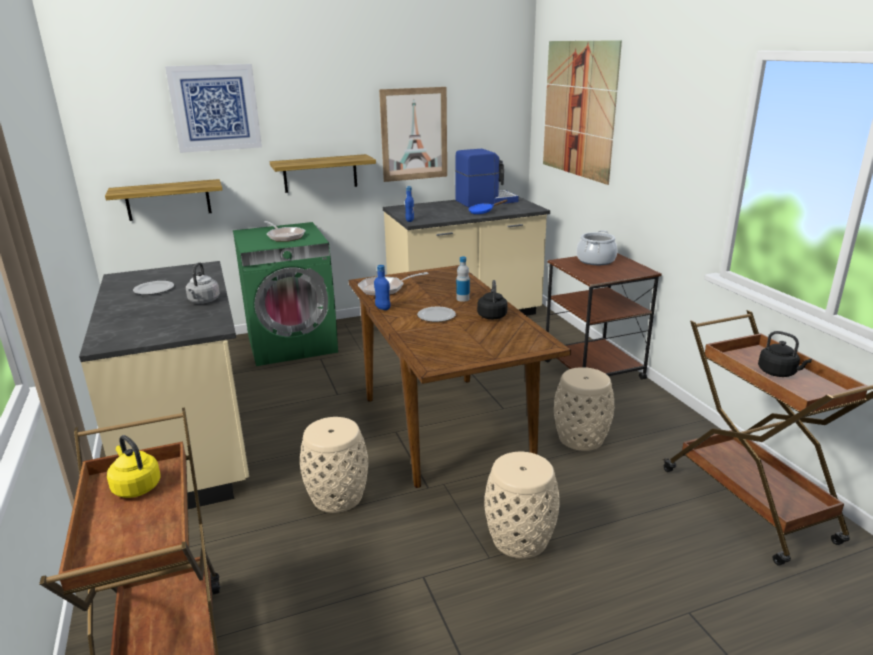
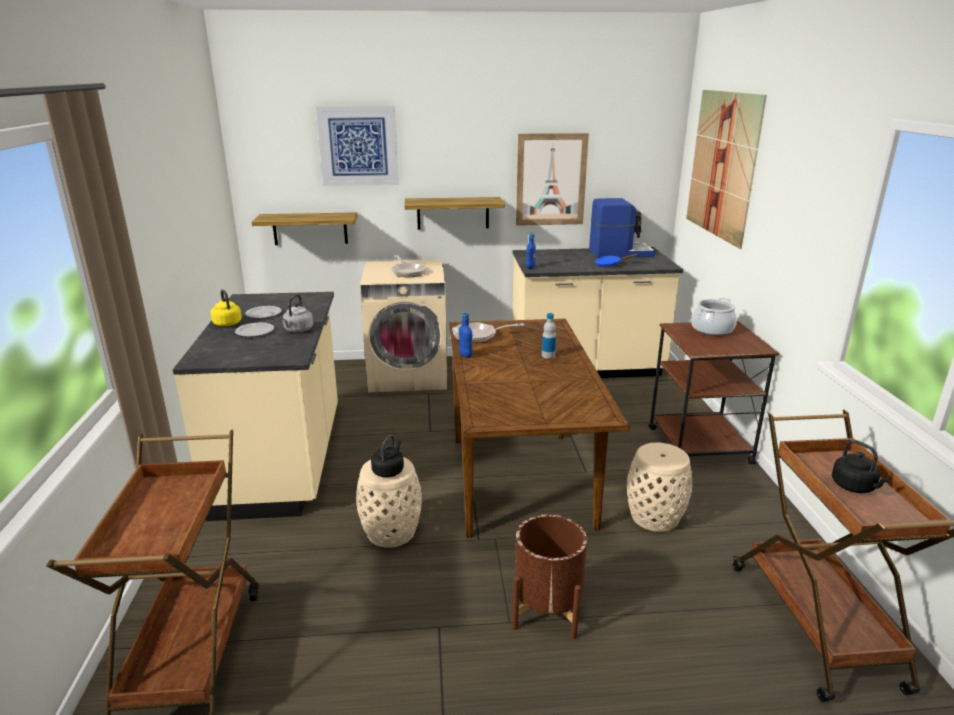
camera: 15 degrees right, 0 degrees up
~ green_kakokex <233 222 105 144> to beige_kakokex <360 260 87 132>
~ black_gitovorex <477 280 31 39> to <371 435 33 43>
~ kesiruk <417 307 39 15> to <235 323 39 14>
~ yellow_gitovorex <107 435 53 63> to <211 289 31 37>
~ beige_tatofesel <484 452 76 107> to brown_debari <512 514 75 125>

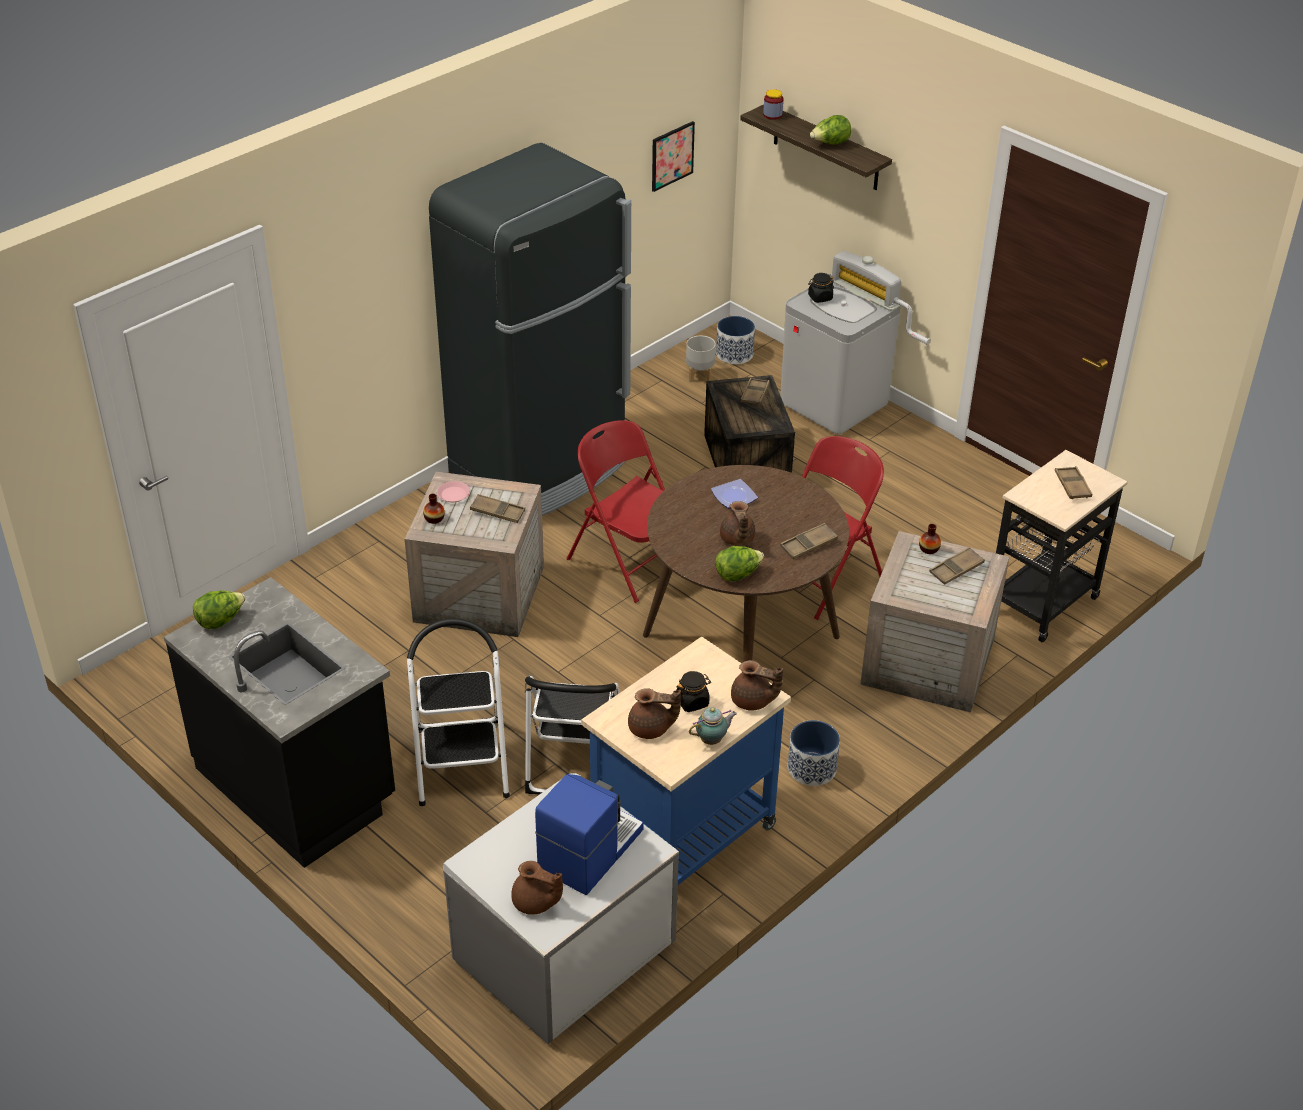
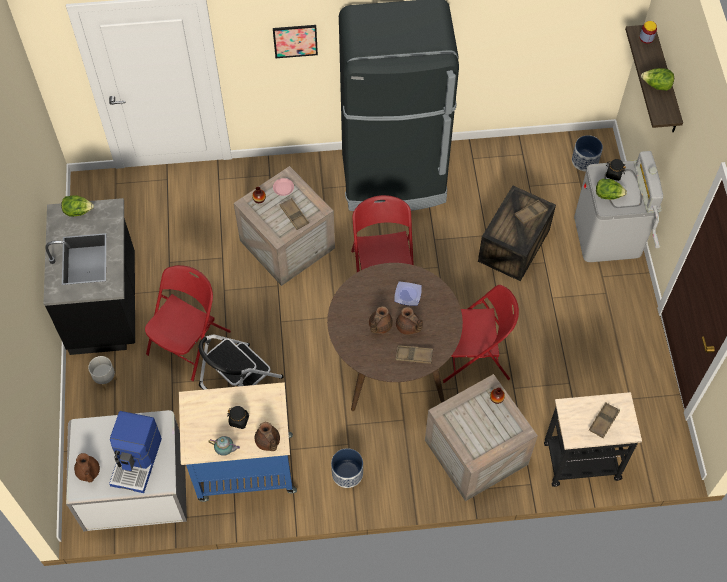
camera: 40 degrees right, 20 degrees up
~ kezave <652 121 43 71> to <273 25 45 33>
~ grey_debari <686 336 30 47> to <88 356 29 34>
~ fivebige <715 546 49 35> to <596 179 31 21>
- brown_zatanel <929 547 56 38>
~ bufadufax <407 618 103 188> to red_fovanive <145 265 86 117>
~ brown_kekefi <628 688 53 51> to <396 307 27 28>
~ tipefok <535 774 108 121> = <109 411 53 82> 120 degrees clockwise

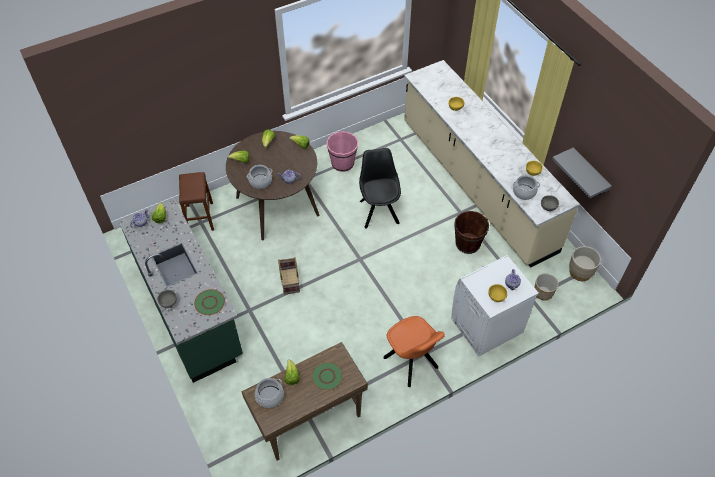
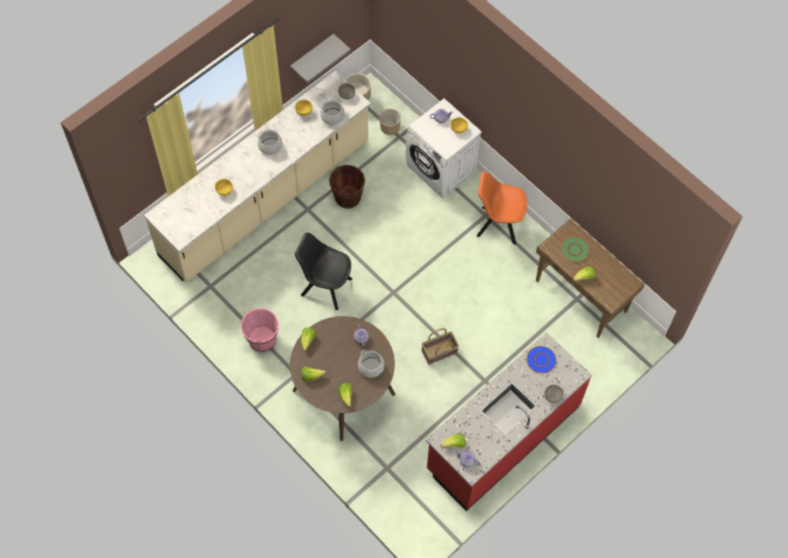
camera: 105 degrees left, 10 degrees up
~ black_fovanive <359 148 42 81> = <295 233 58 77> 45 degrees clockwise
- brown_tatofesel <179 172 35 59>
~ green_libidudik <119 199 124 184> to red_libidudik <426 332 166 179>
~ green_kesiruk <194 289 31 26> to blue_kesiruk <526 346 30 28>
~ orange_fovanive <383 316 62 71> = <476 172 51 73> 120 degrees counterclockwise
~ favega <255 378 29 30> to <257 130 25 25>

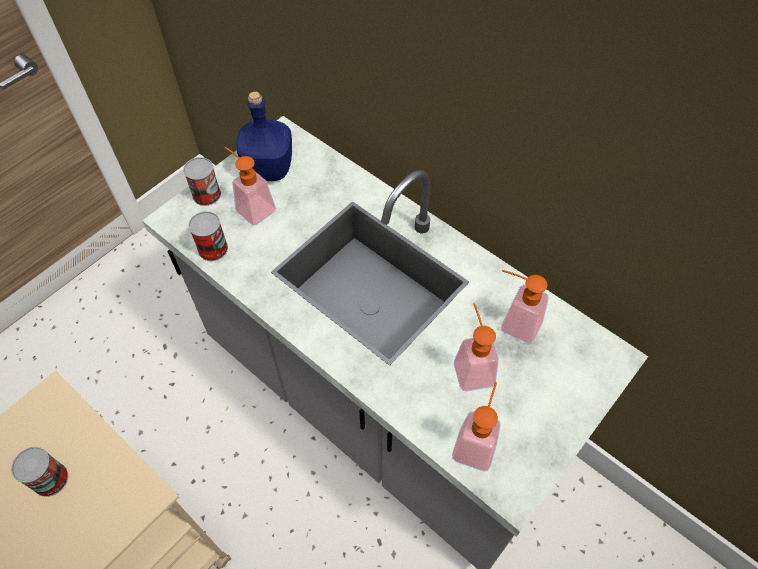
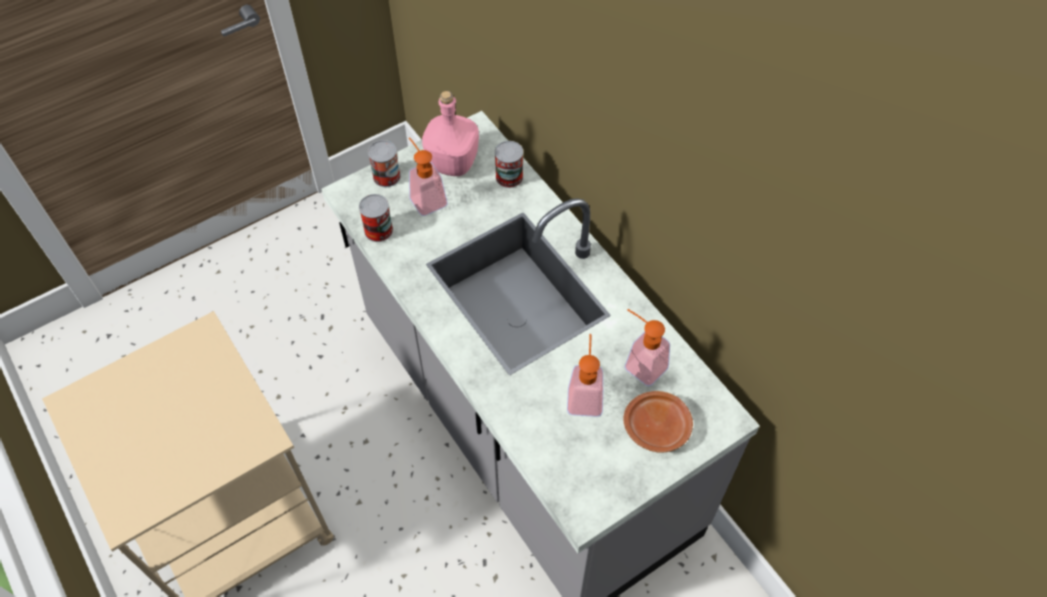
camera: 15 degrees right, 0 degrees up
~ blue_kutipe <236 91 56 90> to pink_kutipe <422 91 57 85>
- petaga <452 382 49 89>
~ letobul <11 447 57 50> to <495 141 28 47>
+ brown_kesiruk <623 391 70 62>

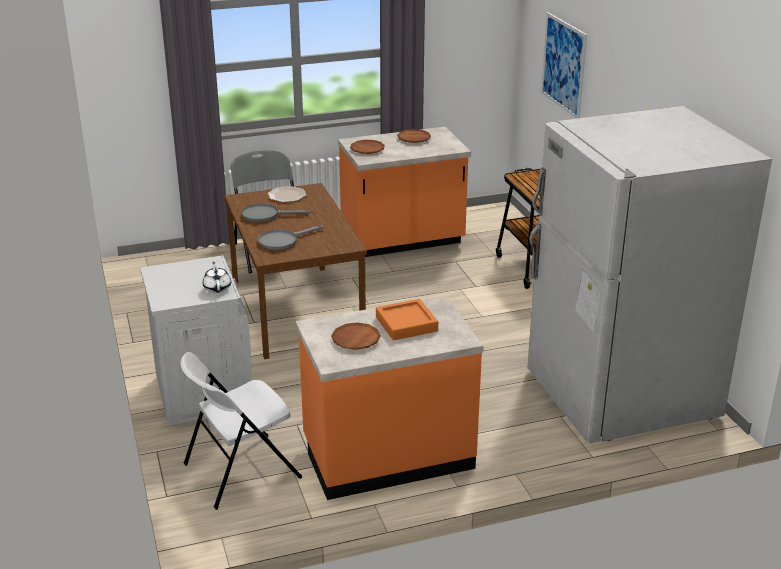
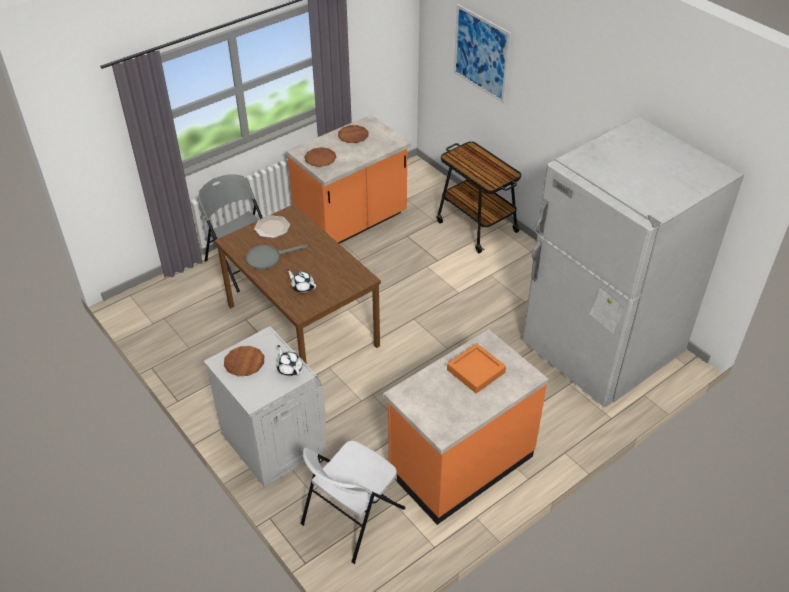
camera: 20 degrees left, 15 degrees up
~ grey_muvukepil <258 225 65 25> to white_kekefi <287 269 29 24>
~ brown_kesiruk <331 322 50 28> to <224 346 40 30>

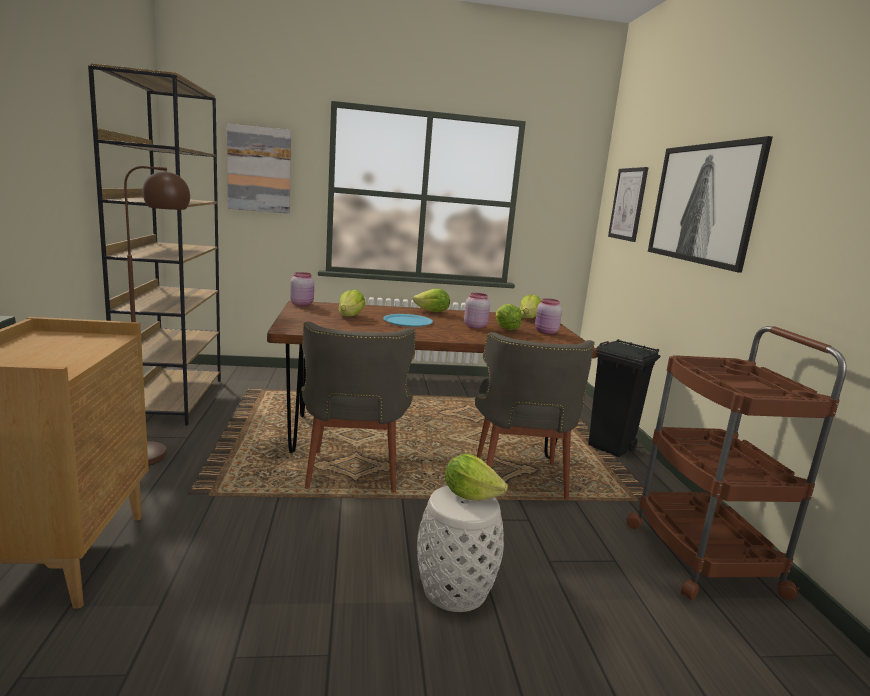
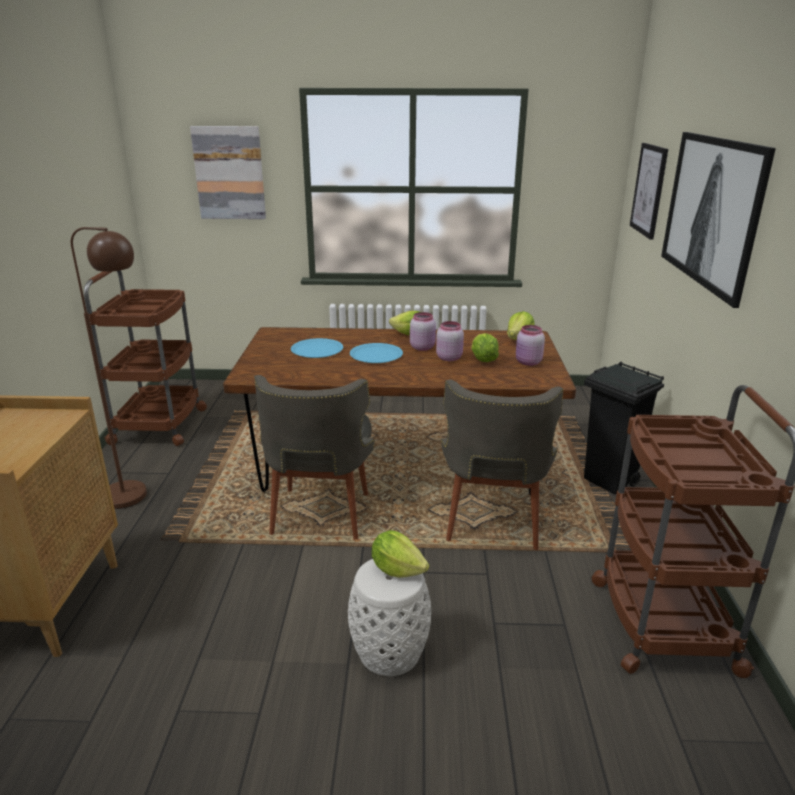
camera: 10 degrees right, 10 degrees up
~ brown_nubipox <88 63 133 363> to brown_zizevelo <84 270 123 176>
~ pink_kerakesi <290 272 24 34> to <410 312 26 39>
~ fivebige <338 289 27 27> to blue_kesiruk <291 338 52 20>

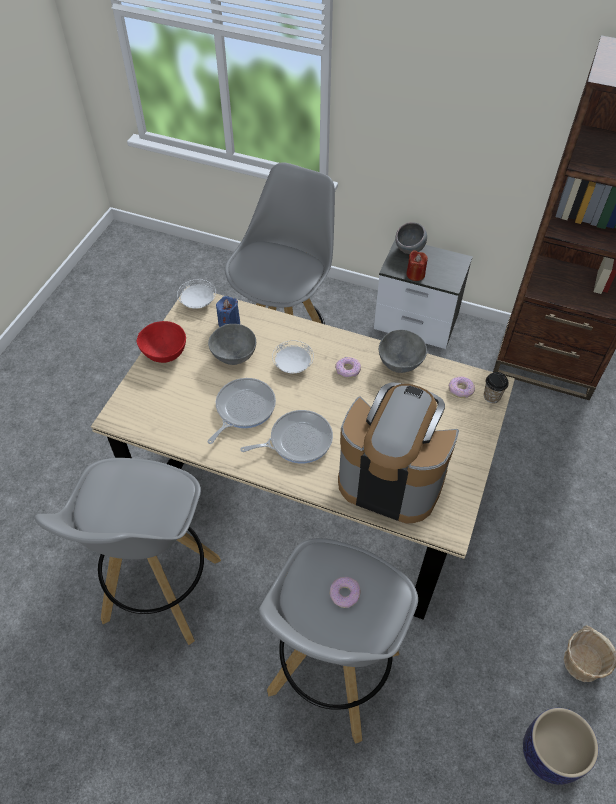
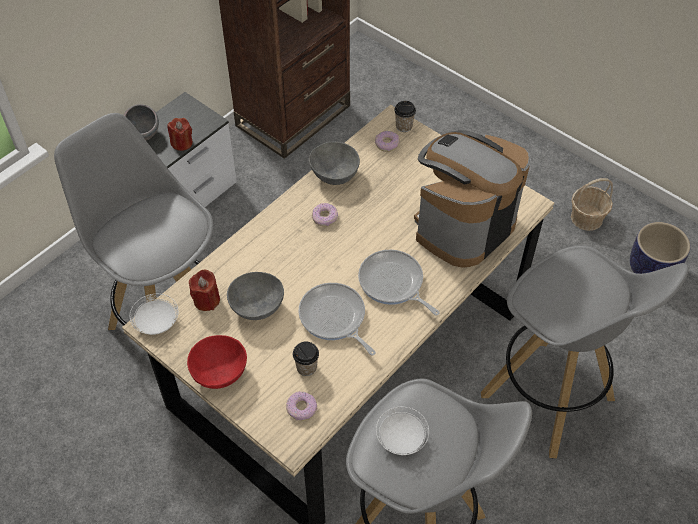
camera: 70 degrees left, 0 degrees up
~ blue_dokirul <216 296 24 31> to red_dokirul <189 270 31 41>
~ white_kesiruk <272 340 42 33> to <376 407 53 49>
~ muvukepil <240 410 93 54> = <358 250 82 66> 45 degrees counterclockwise
~ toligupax <329 577 32 31> to <286 391 31 30>
+ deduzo <293 341 26 35>

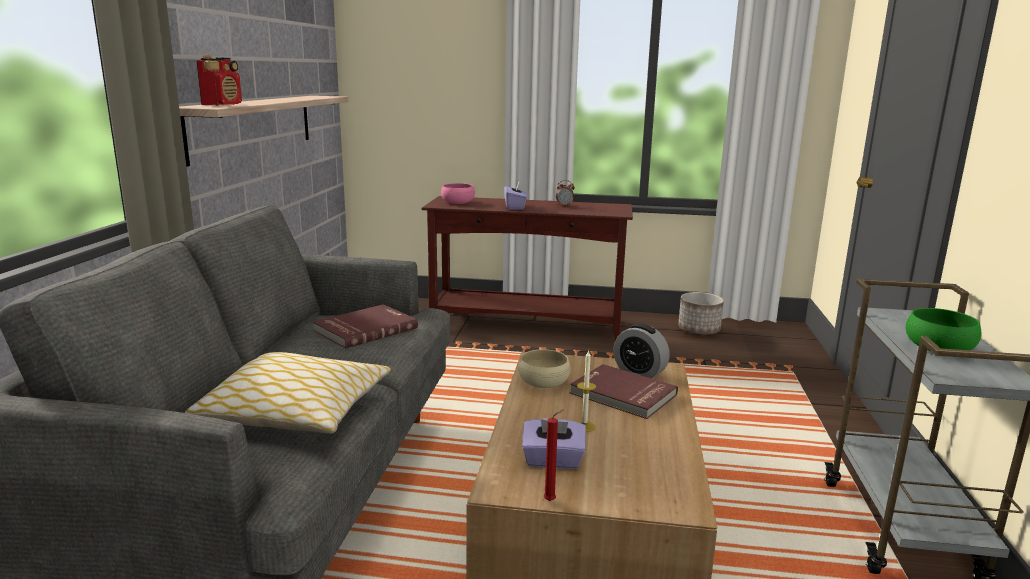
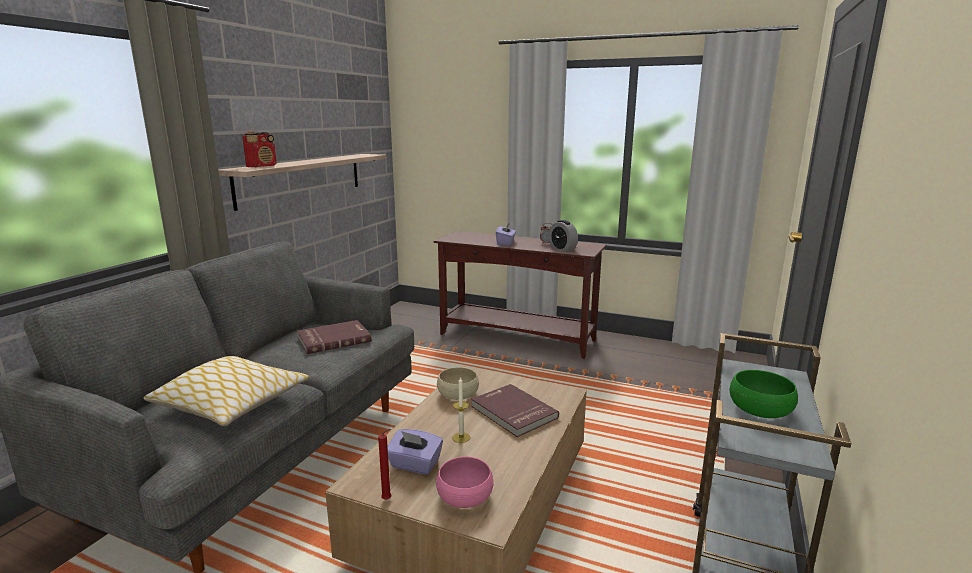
camera: 15 degrees right, 0 degrees up
~ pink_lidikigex <441 183 34 21> to <436 457 58 51>
- debari <678 292 46 43>
~ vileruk <613 323 57 55> to <549 220 29 32>

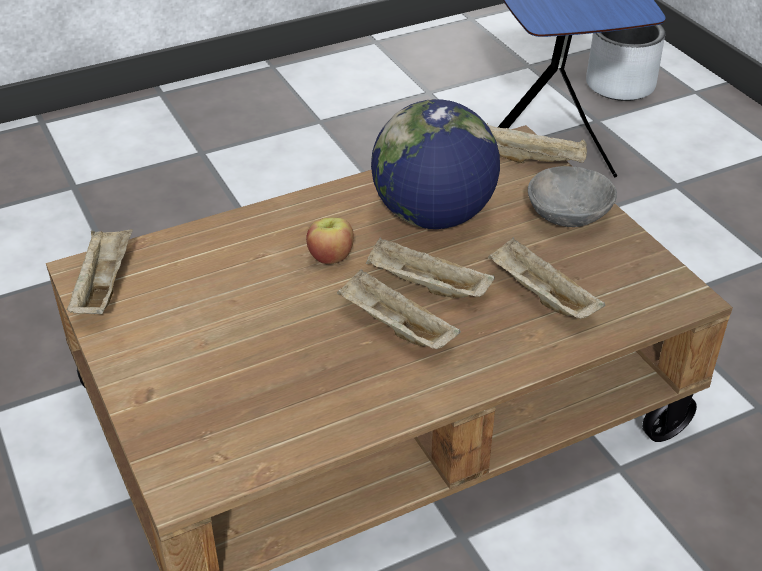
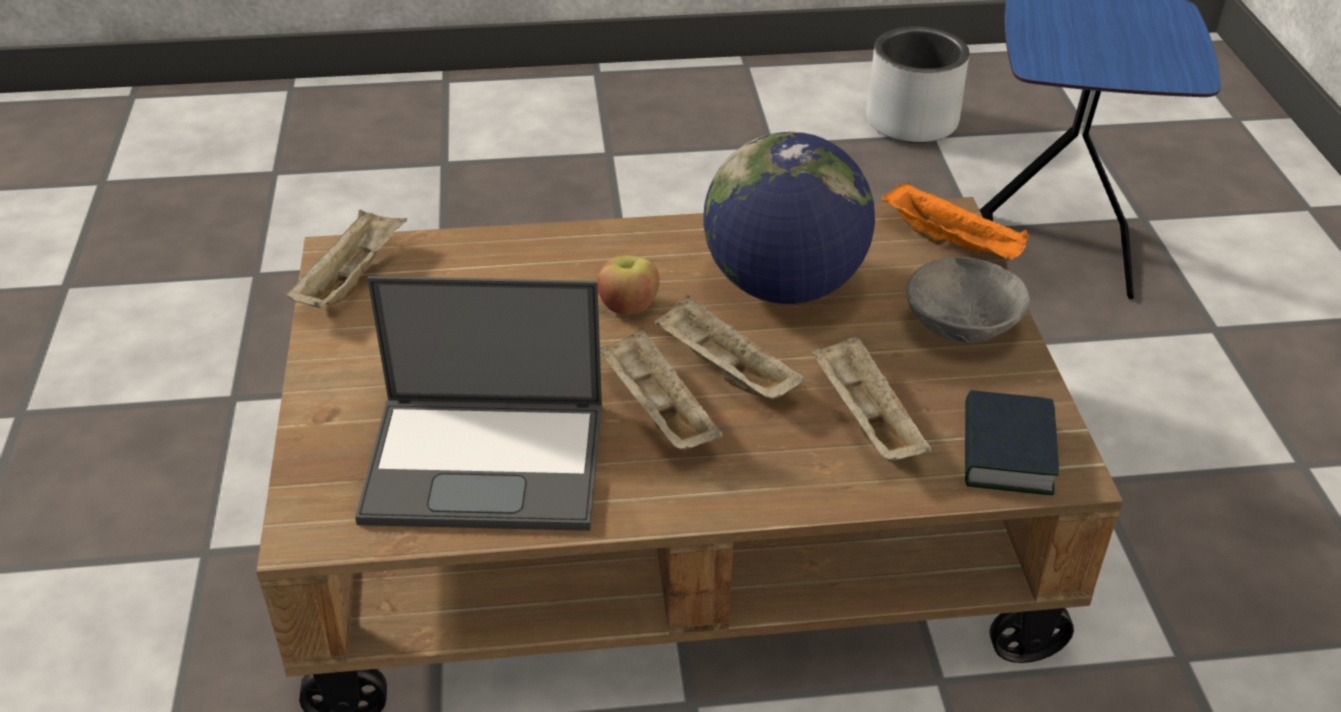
camera: 20 degrees right, 0 degrees up
~ grey_debari <586 25 79 76> to <866 26 103 117>
~ beige_zatanel <487 123 100 41> to orange_zatanel <882 182 147 78>
+ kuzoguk <355 276 247 255>
+ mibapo <965 390 94 105>

